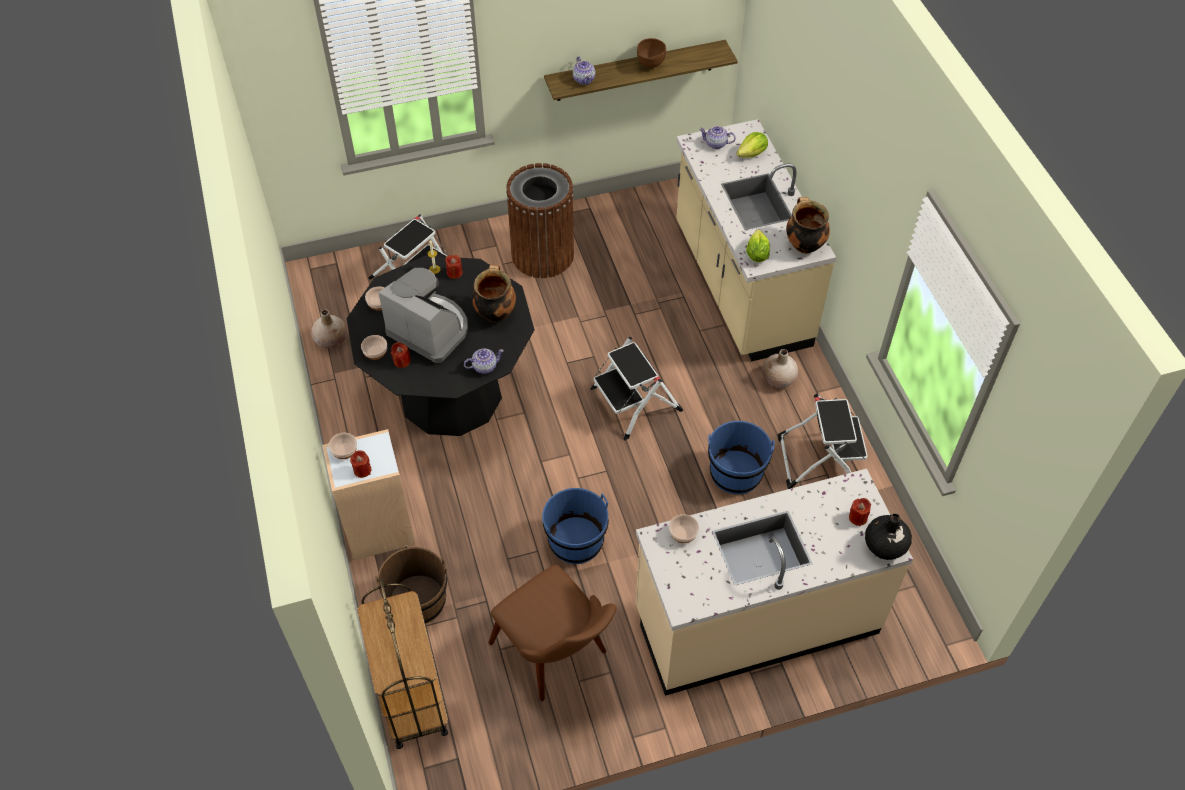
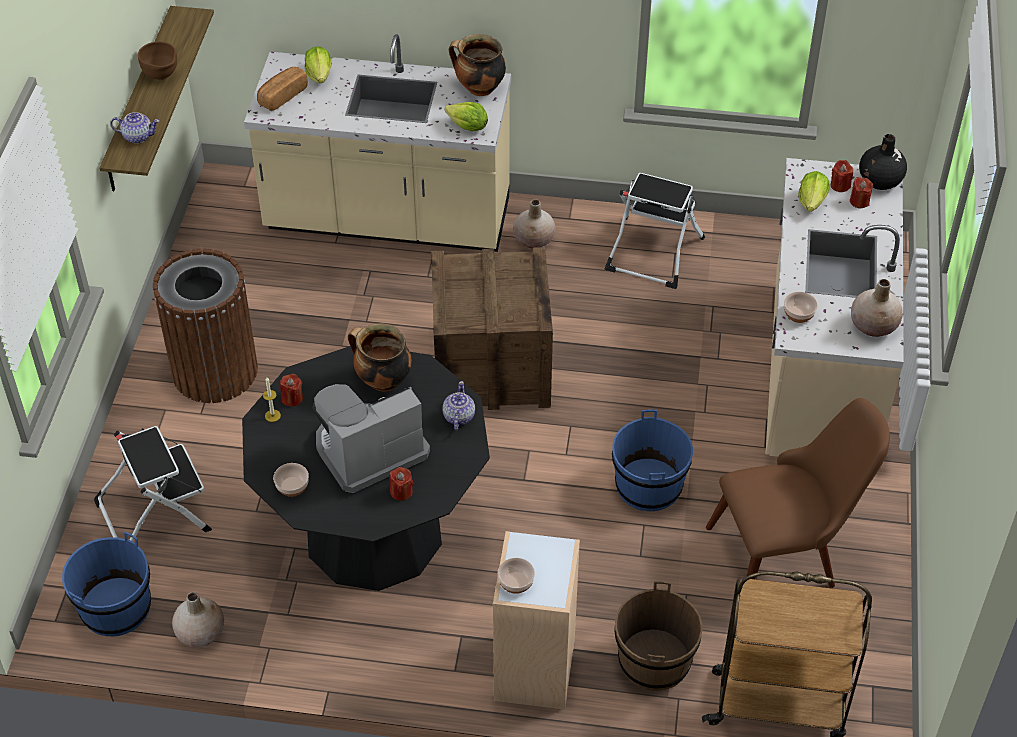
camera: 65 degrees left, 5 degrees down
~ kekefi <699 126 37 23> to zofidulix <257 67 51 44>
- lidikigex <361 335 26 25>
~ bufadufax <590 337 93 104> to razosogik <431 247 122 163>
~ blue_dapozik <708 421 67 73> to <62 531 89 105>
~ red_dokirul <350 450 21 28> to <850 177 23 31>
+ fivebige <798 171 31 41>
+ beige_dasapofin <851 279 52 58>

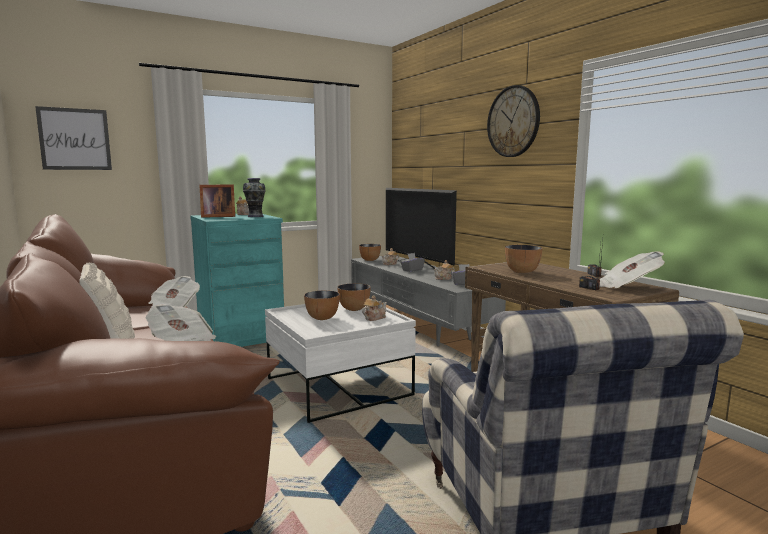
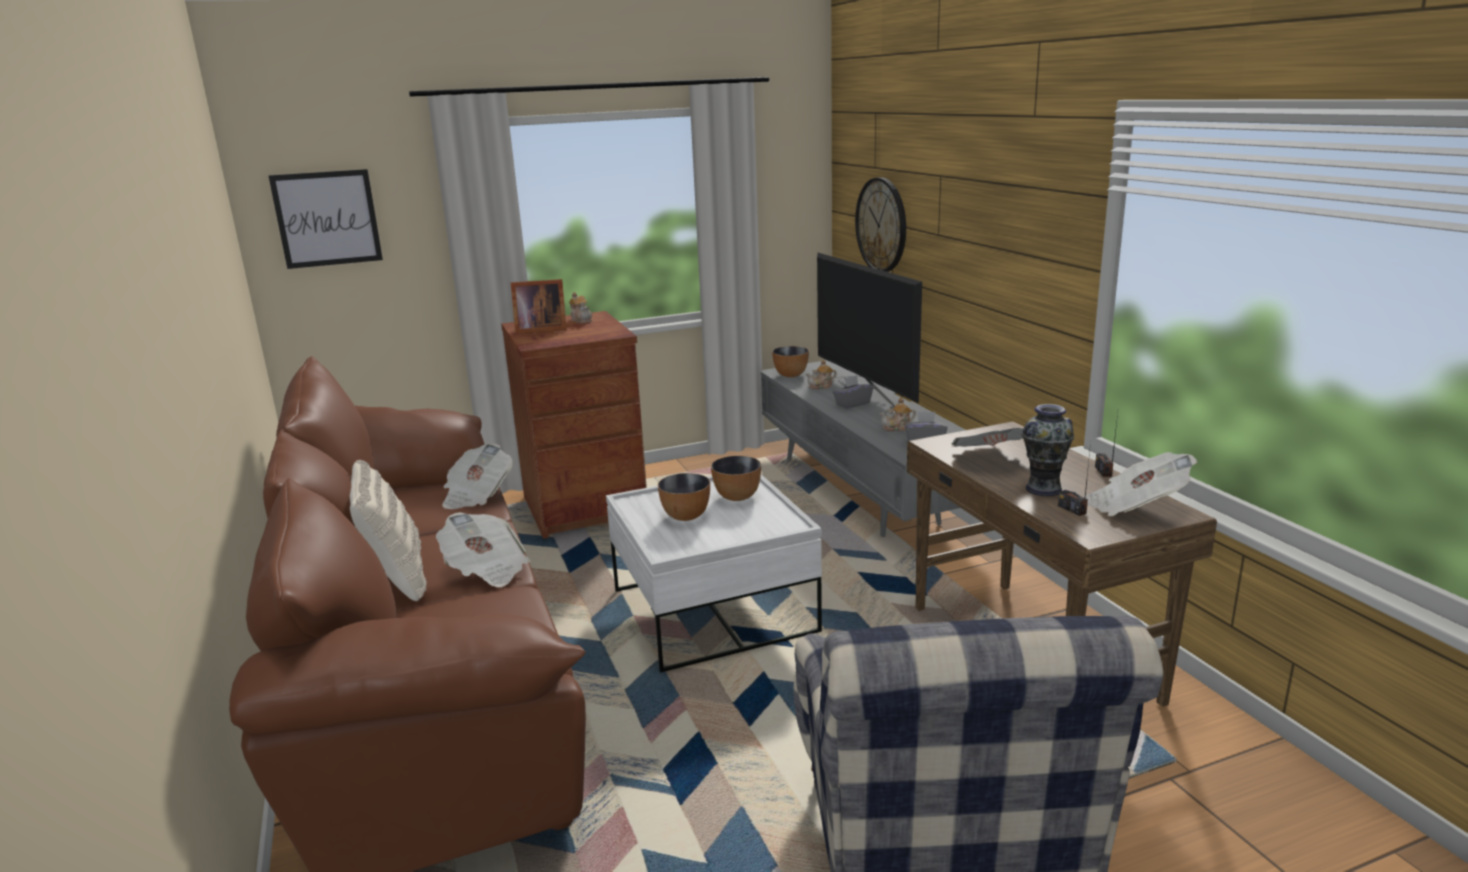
camera: 10 degrees right, 10 degrees up
~ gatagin <487 85 53 72> to <855 177 51 95>
~ dasapofin <243 178 23 39> to <1021 404 53 92>
~ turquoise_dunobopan <190 214 94 133> to brown_dunobopan <501 311 146 228>
~ lidikigex <505 245 37 28> to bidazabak <951 428 72 19>
- kekefi <362 295 25 26>

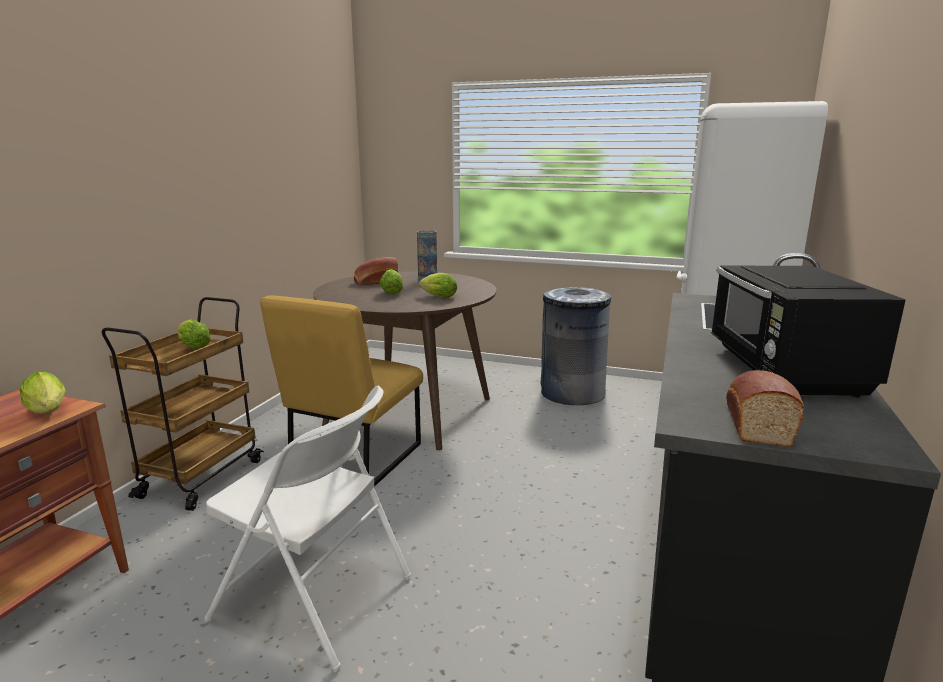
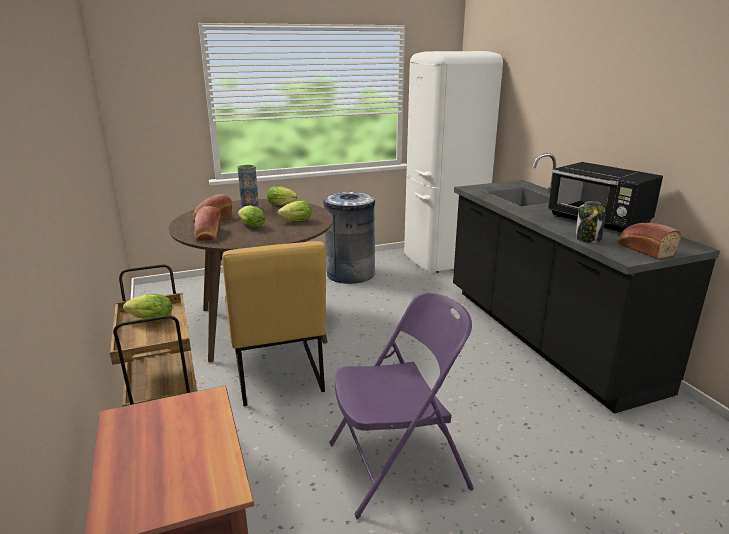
camera: 40 degrees left, 5 degrees up
~ fivebige <20 372 46 42> to <267 186 31 19>
~ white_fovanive <204 386 207 287> to purple_fovanive <329 293 145 226>
+ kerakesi <576 201 30 42>
+ zofidulix <194 206 27 35>

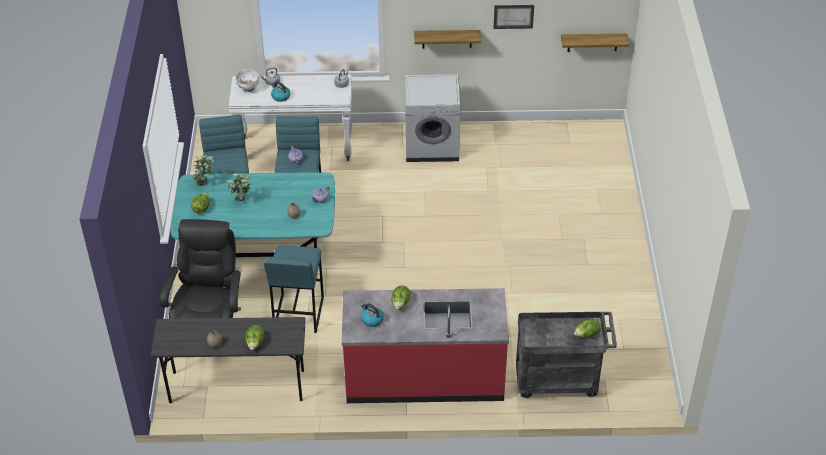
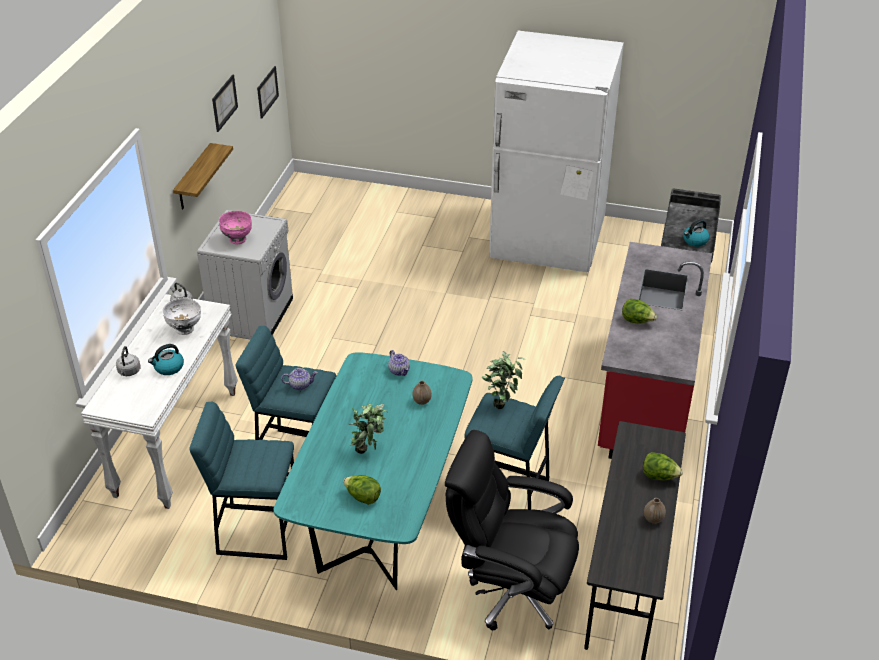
camera: 75 degrees left, 5 degrees down
~ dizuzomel <561 34 68 18> to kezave <257 66 22 53>
~ white_lidikigex <236 69 23 25> to <162 297 39 38>
~ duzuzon <192 155 23 31> to <482 351 43 58>
~ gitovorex <361 303 23 24> to <683 219 26 28>
- fivebige <574 318 27 19>
+ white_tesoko <489 31 135 241>
+ pink_lidikigex <219 211 33 33>

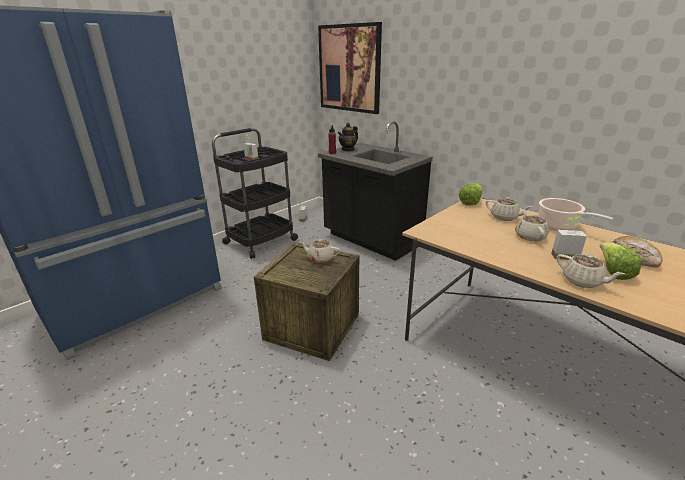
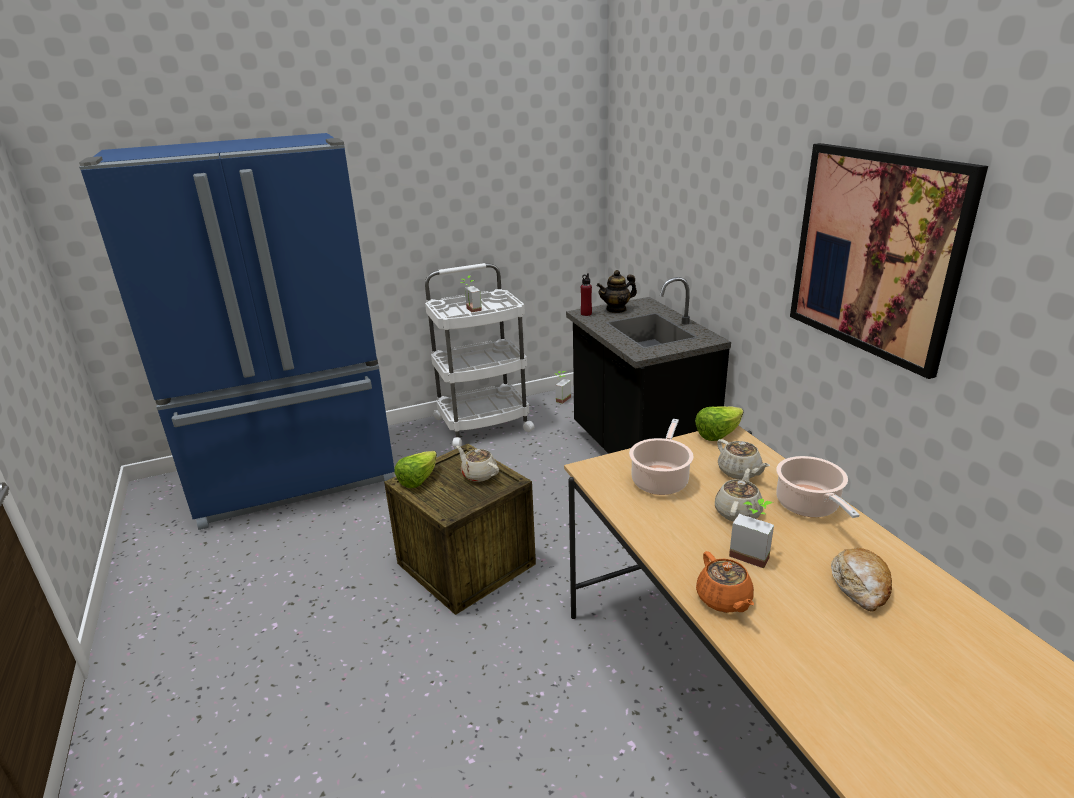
camera: 25 degrees right, 0 degrees up
~ kezave <318 22 64 92> to <790 143 198 236>
~ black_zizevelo <212 128 86 131> to white_zizevelo <425 263 109 185>
~ fivebige <600 243 42 37> to <394 451 43 37>
~ beige_kekefi <556 254 69 34> to orange_kekefi <696 551 58 62>
+ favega <629 419 65 76>

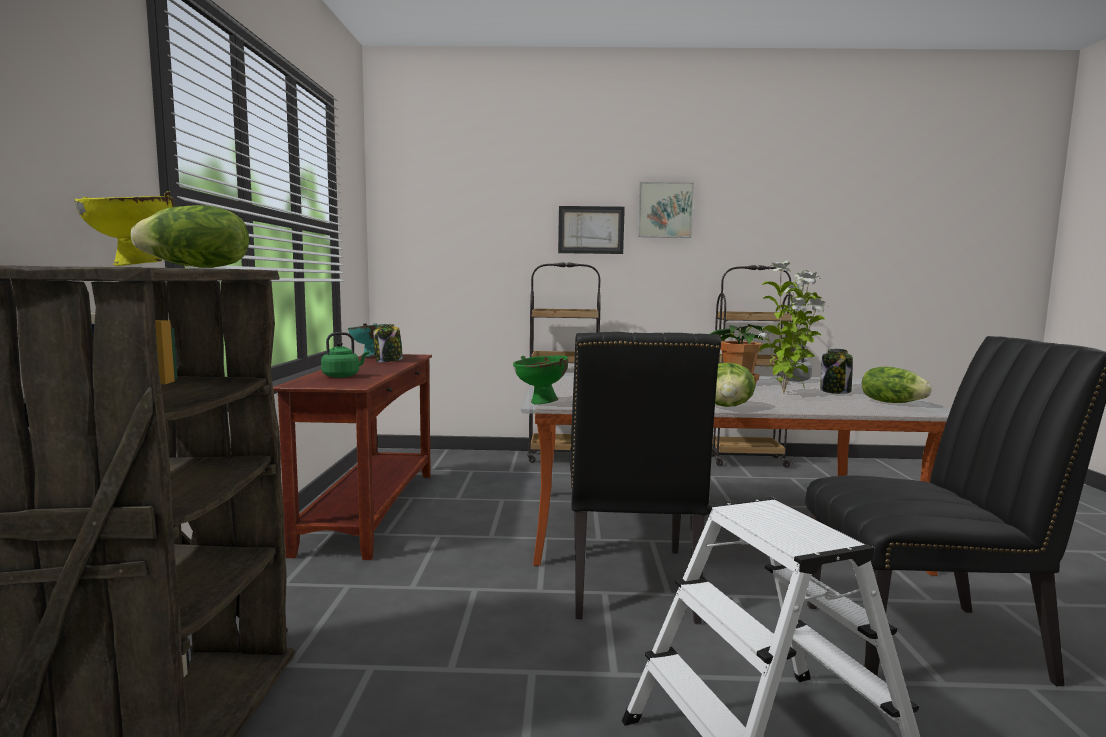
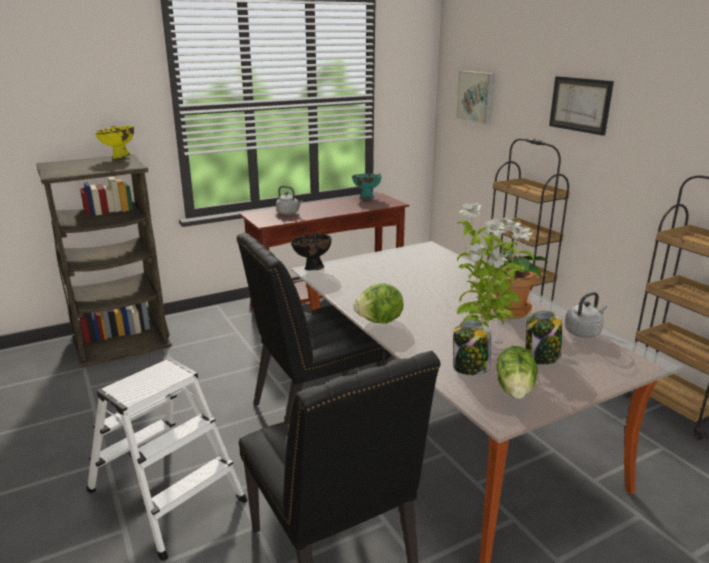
camera: 60 degrees right, 15 degrees up
~ kezave <638 182 56 56> to <456 71 39 53>
- fivebige <131 205 118 63>
~ kerakesi <373 324 30 38> to <453 320 38 55>
~ green_gitovorex <321 332 48 46> to grey_gitovorex <276 186 27 29>
~ green_lidikigex <513 355 55 49> to black_lidikigex <291 232 40 38>

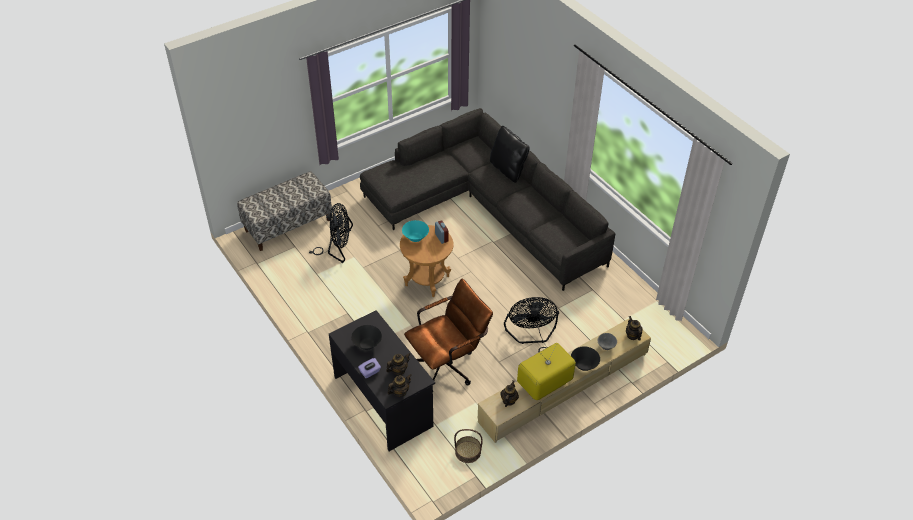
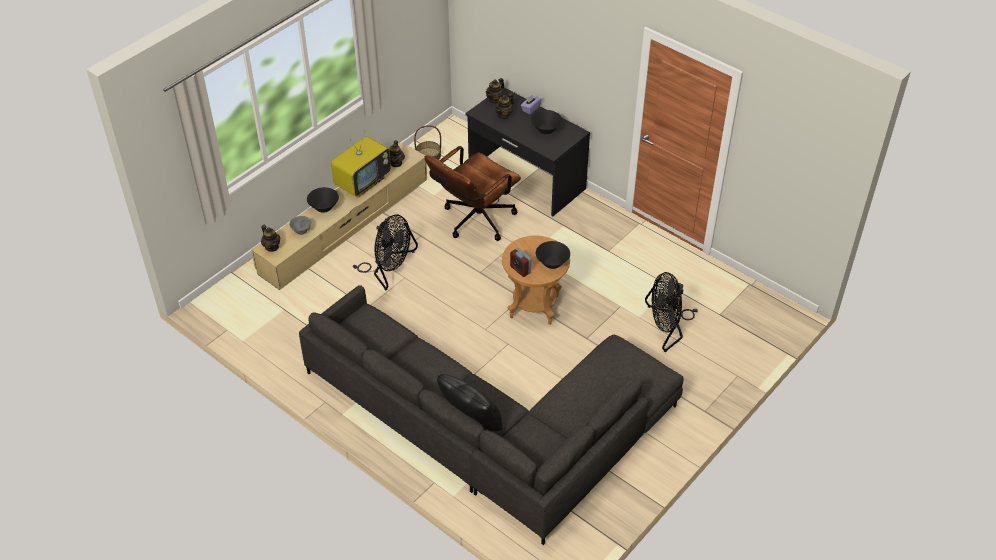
camera: 165 degrees right, 0 degrees up
- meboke <237 171 95 80>
~ turquoise_lidikigex <402 220 27 22> to black_lidikigex <536 241 34 28>
~ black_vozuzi <504 297 55 56> = <352 214 66 76> 45 degrees counterclockwise

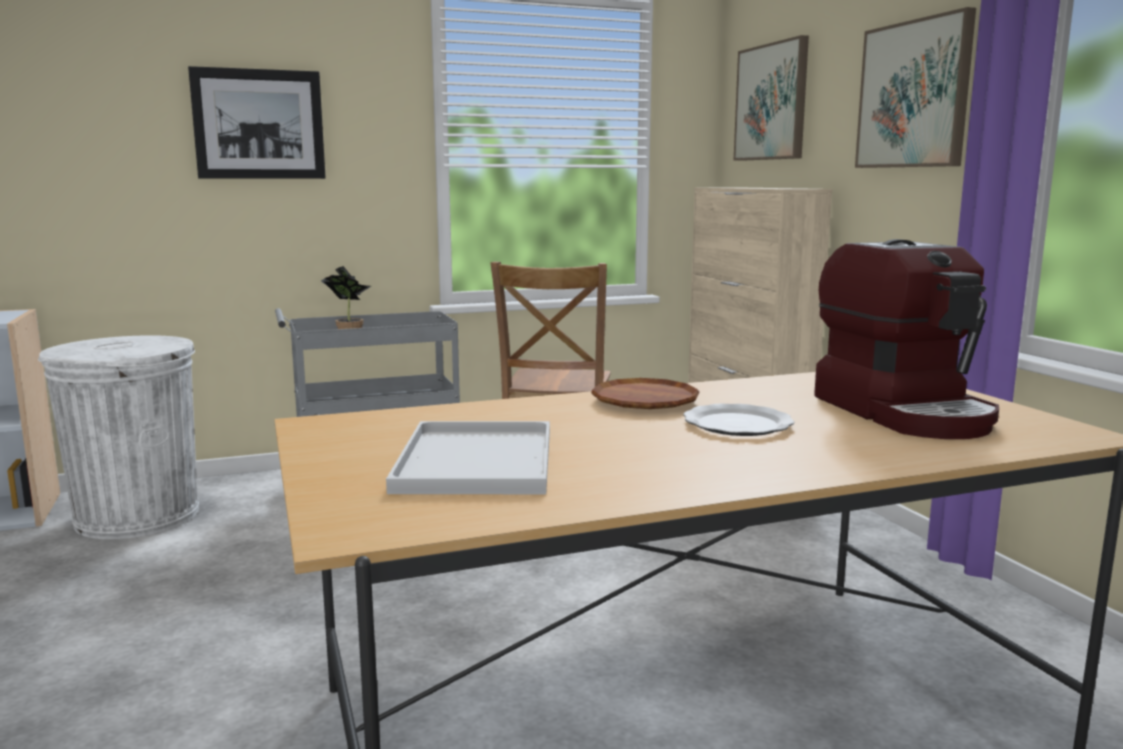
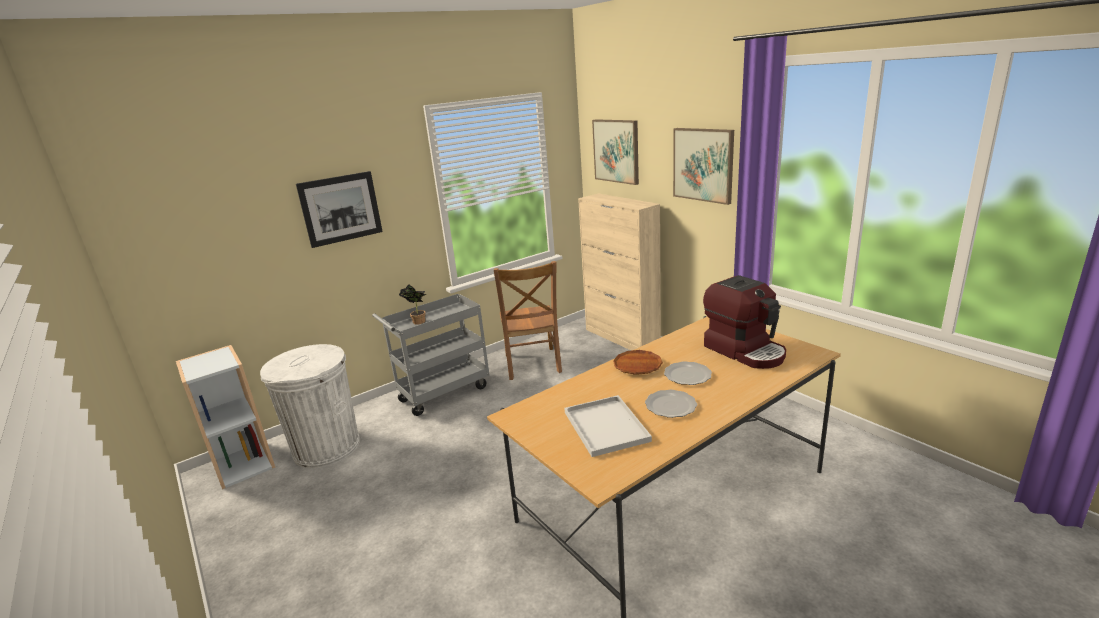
camera: 15 degrees left, 10 degrees up
+ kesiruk <645 390 52 28>

